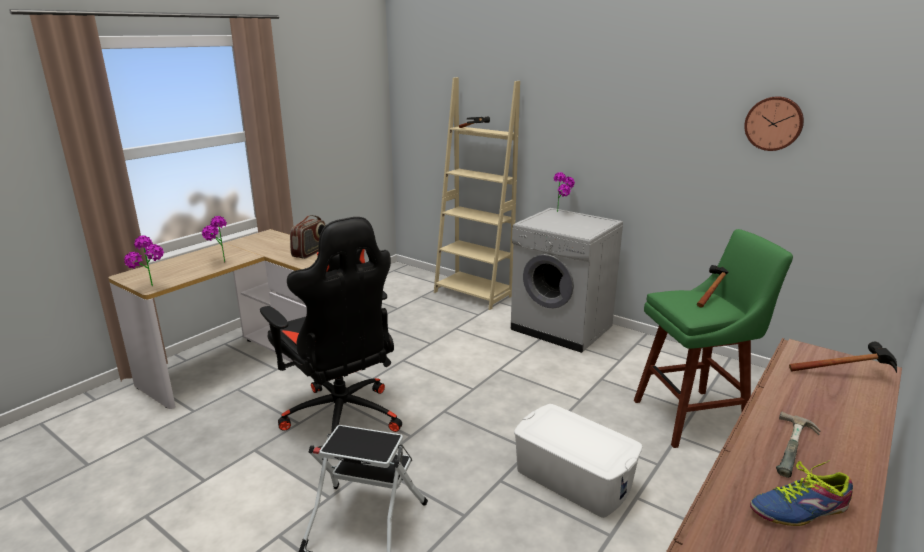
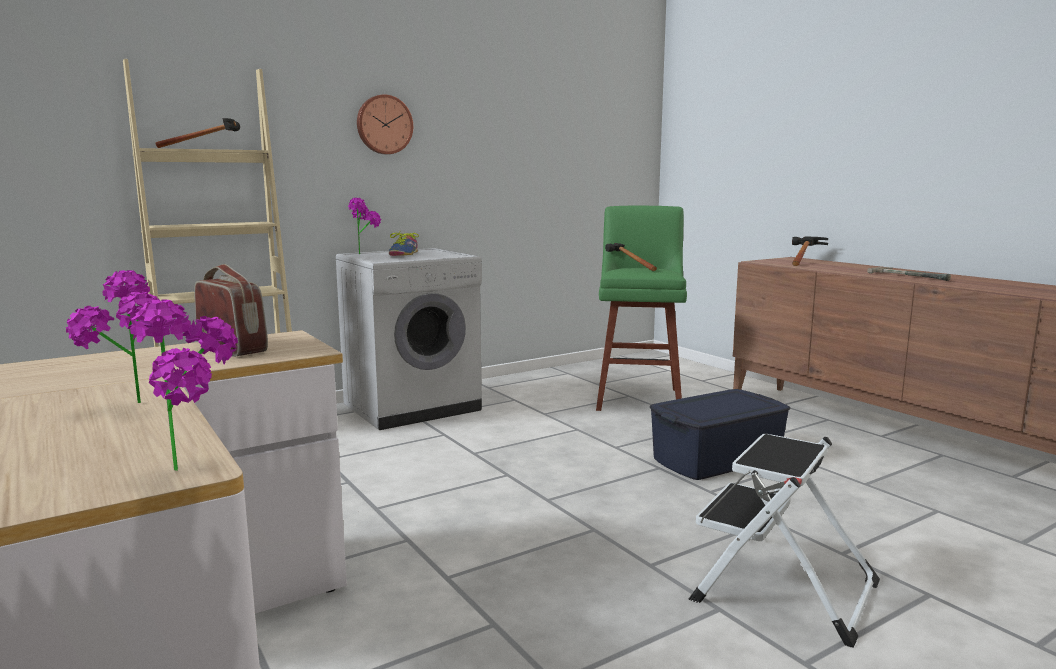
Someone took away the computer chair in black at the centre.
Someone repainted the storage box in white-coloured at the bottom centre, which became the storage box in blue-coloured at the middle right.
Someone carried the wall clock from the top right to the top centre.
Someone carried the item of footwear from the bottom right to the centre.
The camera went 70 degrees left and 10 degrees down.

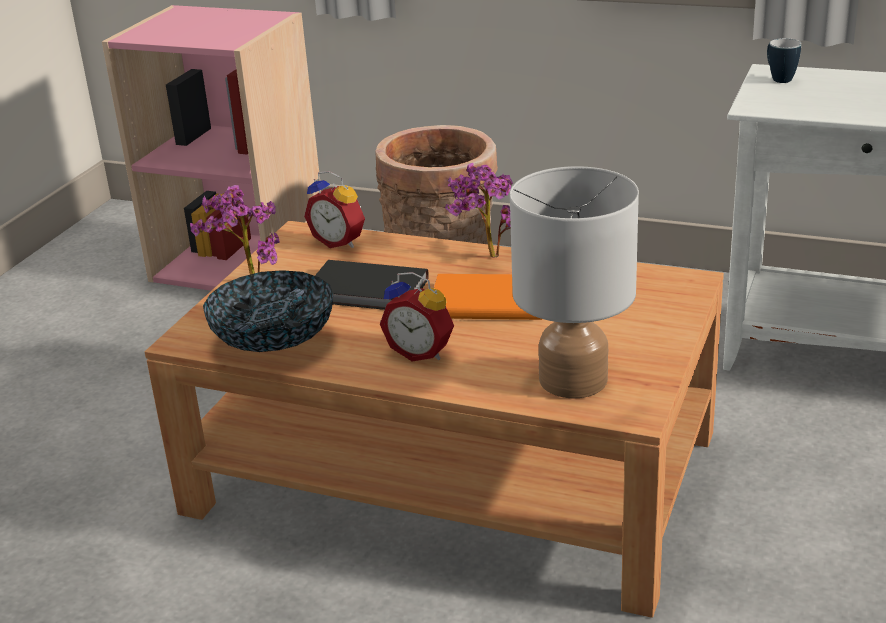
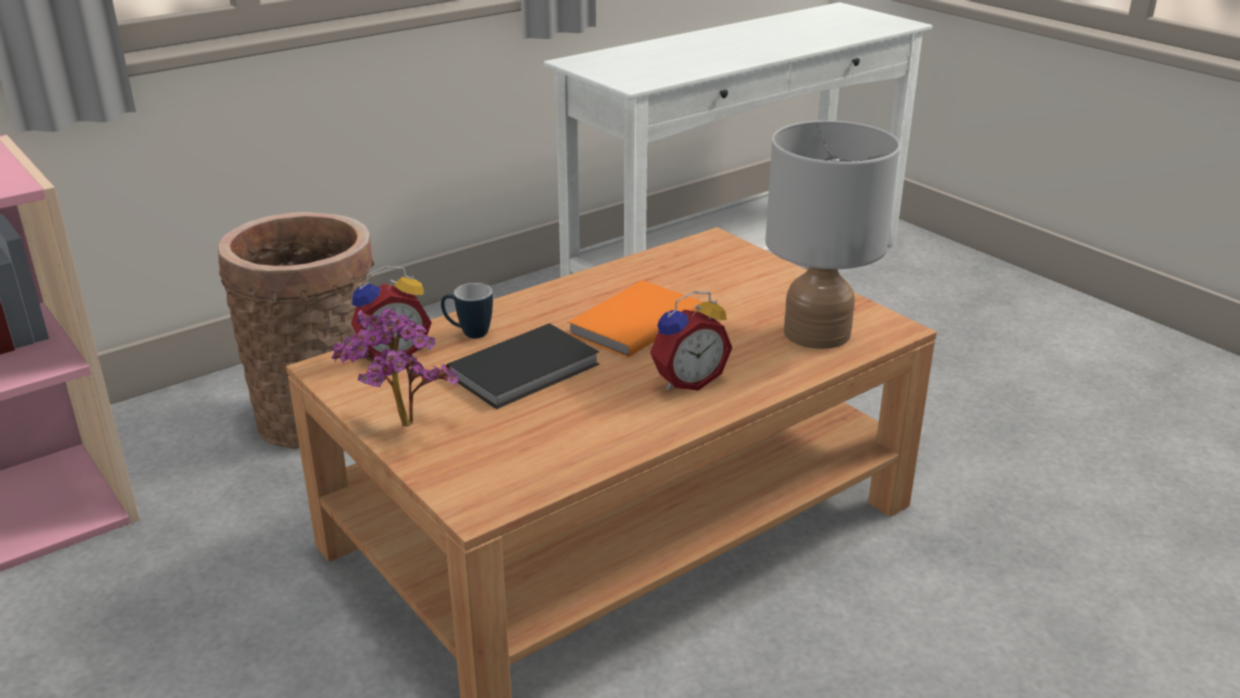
Someone took away the bowl at the middle left.
Someone took away the houseplant (no. 2 from left) at the centre.
Someone carried the tea mug from the top right to the centre.
The camera went 60 degrees left and 0 degrees up.

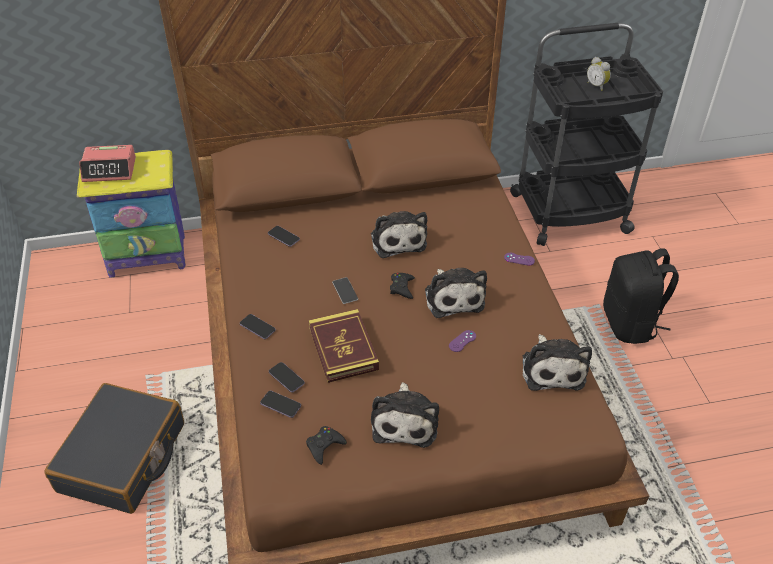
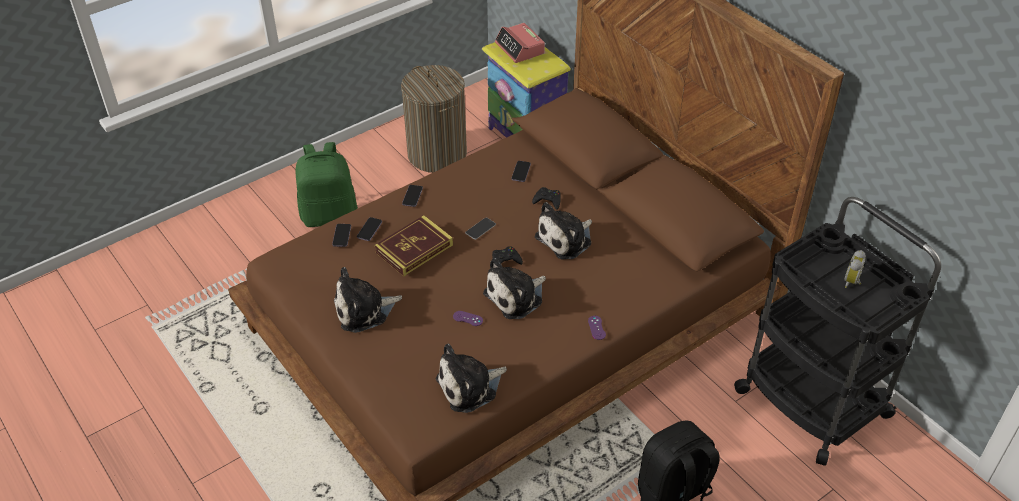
Someone swapped the piece of luggage in black at the bottom left for the rucksack in green-coloured at the middle left.
Someone carried the joypad in black (no. 1 from left in the first image) from the bottom centre to the centre.
Someone put down the hamper at the top centre.
The camera went 65 degrees right and 0 degrees up.

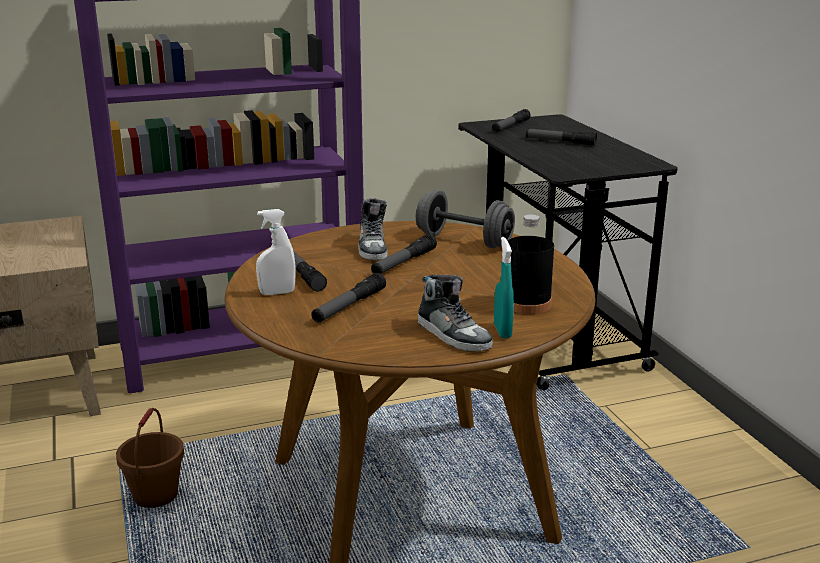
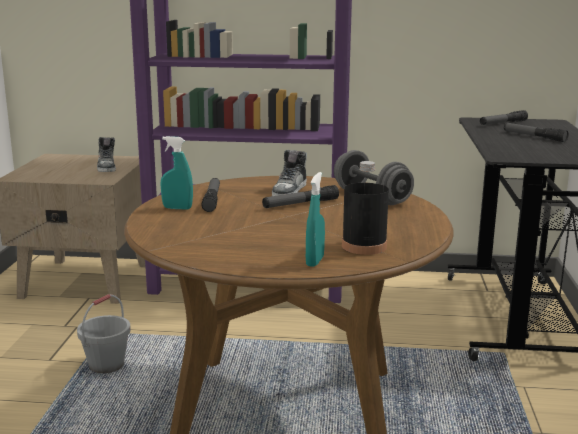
Someone repainted the pail in brownish at the bottom left, which became the pail in gray at the bottom left.
Someone repainted the hand sprayer in white-coloured at the centre, which became the hand sprayer in turquoise-coloured (no. 1 from left) at the middle left.
Someone took away the flashlight (no. 2 from left) at the centre.
Someone carried the item of footwear (no. 2 from left in the first image) from the centre to the middle left.
The camera went 25 degrees right and 5 degrees down.

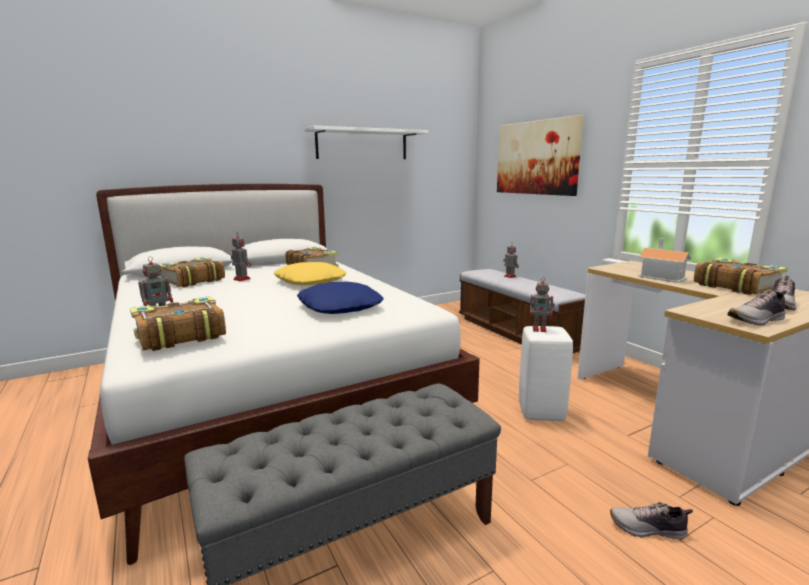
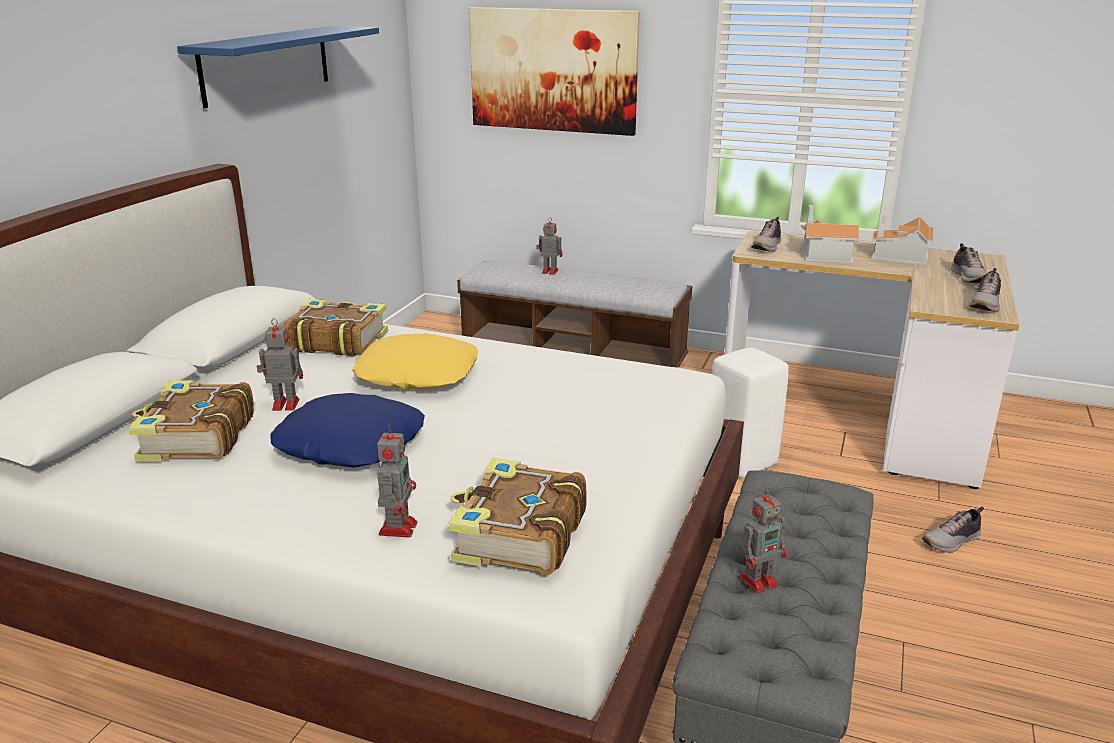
Someone carried the cushion in blue-coloured from the centre to the middle left.
Someone repainted the bracket shelf in white-coloured at the top centre, which became the bracket shelf in blue-coloured at the top left.
Someone carried the toy robot (no. 4 from left) from the middle right to the bottom right.
Someone swapped the book (no. 4 from left) at the middle right for the model house (no. 2 from left) at the top right.
Someone put down the item of footwear (no. 1 from left) at the top right.
The camera went 40 degrees left and 10 degrees up.

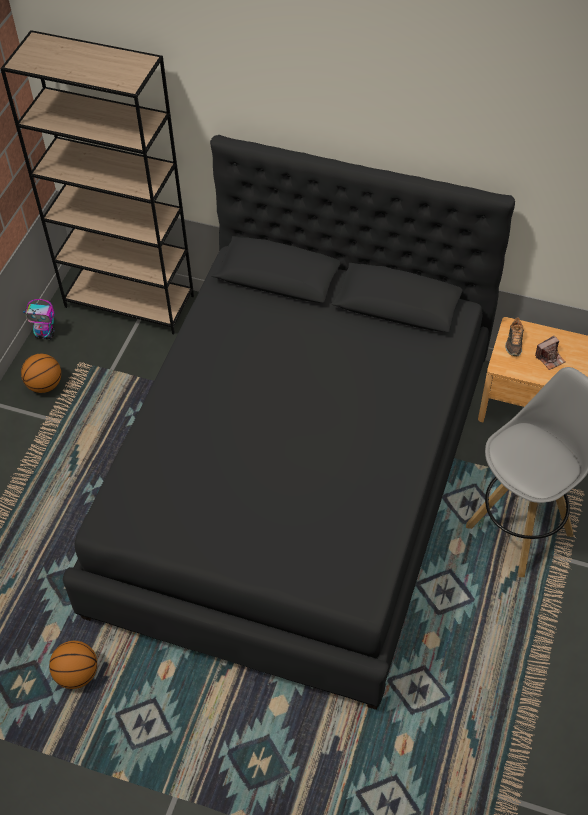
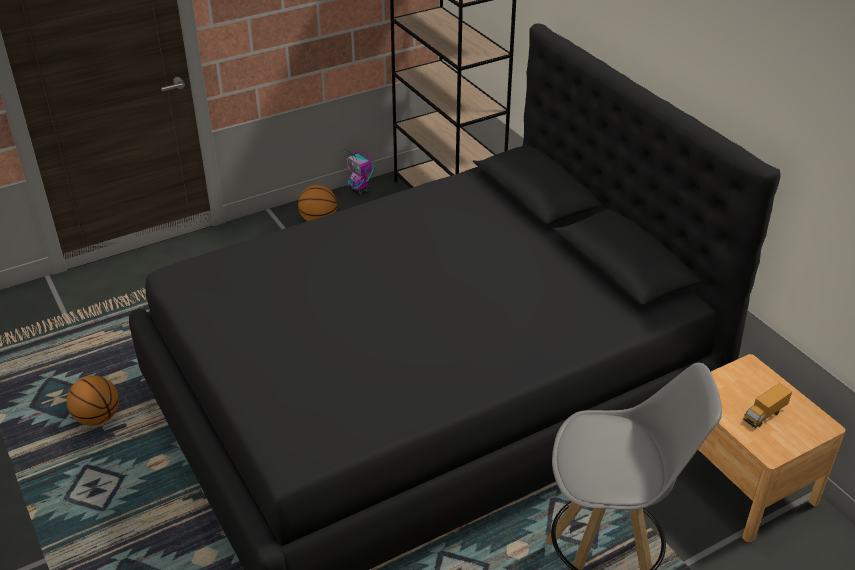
Someone took away the item of footwear at the middle right.
Someone swapped the still camera at the middle right for the model truck at the bottom right.
The camera went 40 degrees right and 15 degrees down.

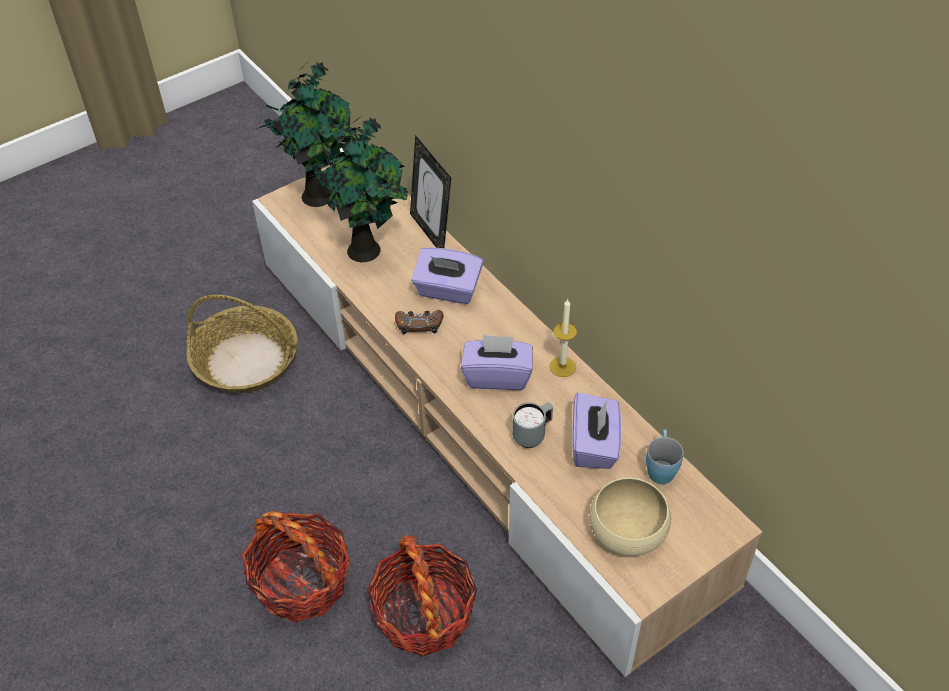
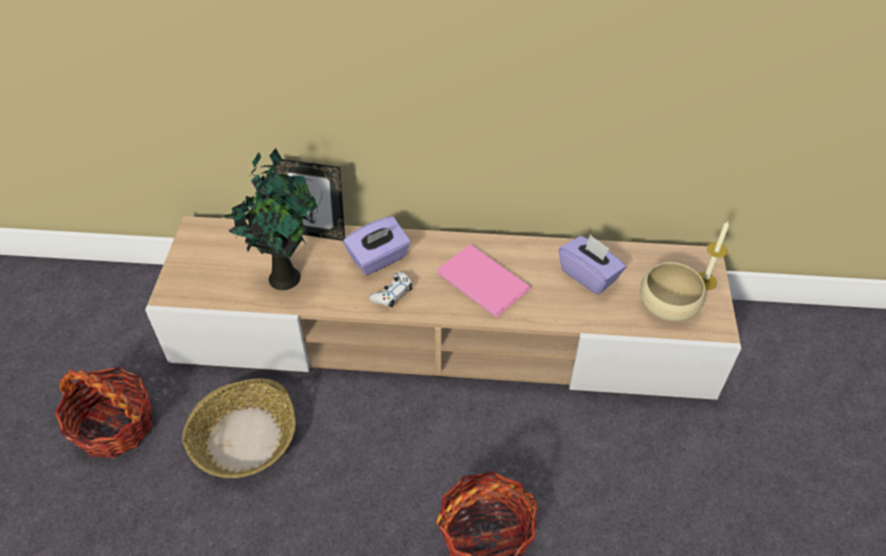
Someone took away the houseplant (no. 1 from left) at the top left.
Someone carried the storage basket (no. 3 from left in the first image) from the bottom centre to the bottom left.
Someone repainted the joypad in brownish at the centre, which became the joypad in white-coloured at the centre.
Someone swapped the tissue holder in purple (no. 2 from left) at the centre for the book in pinkish at the centre.
Someone took away the tea mug in gray at the centre.
Someone carried the wax light from the centre to the middle right.
Someone took away the tea mug in blue-coloured at the middle right.
The camera went 50 degrees left and 0 degrees up.

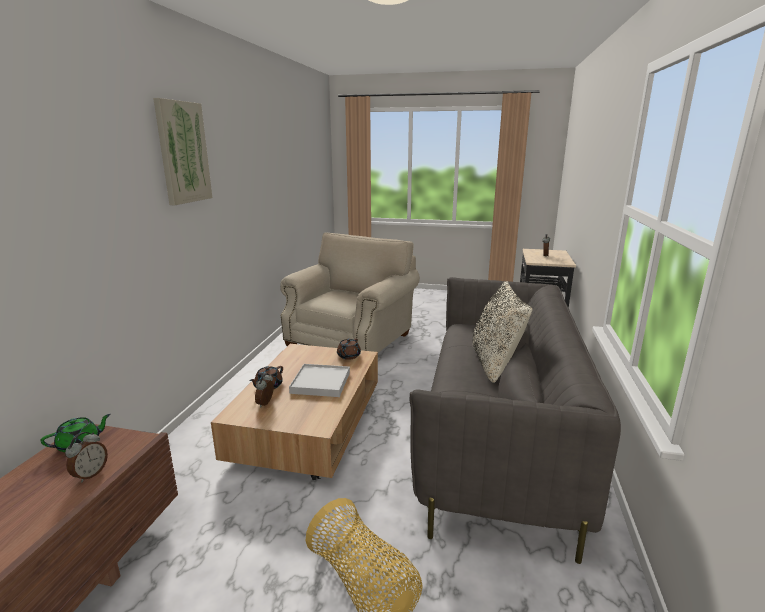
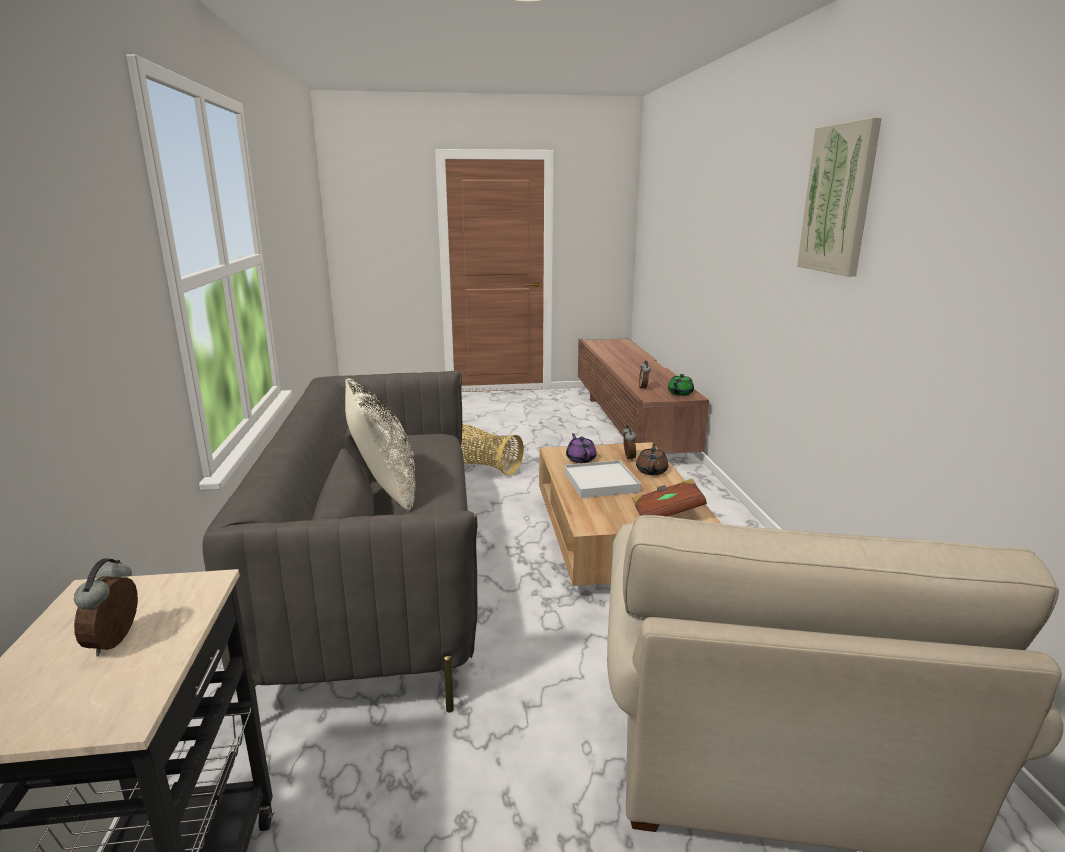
Someone took away the tea pot in brownish (no. 2 from left) at the centre.
Someone put down the tea pot in purple at the centre.
Someone put down the book in brownish at the centre.
The camera went 160 degrees right and 0 degrees up.

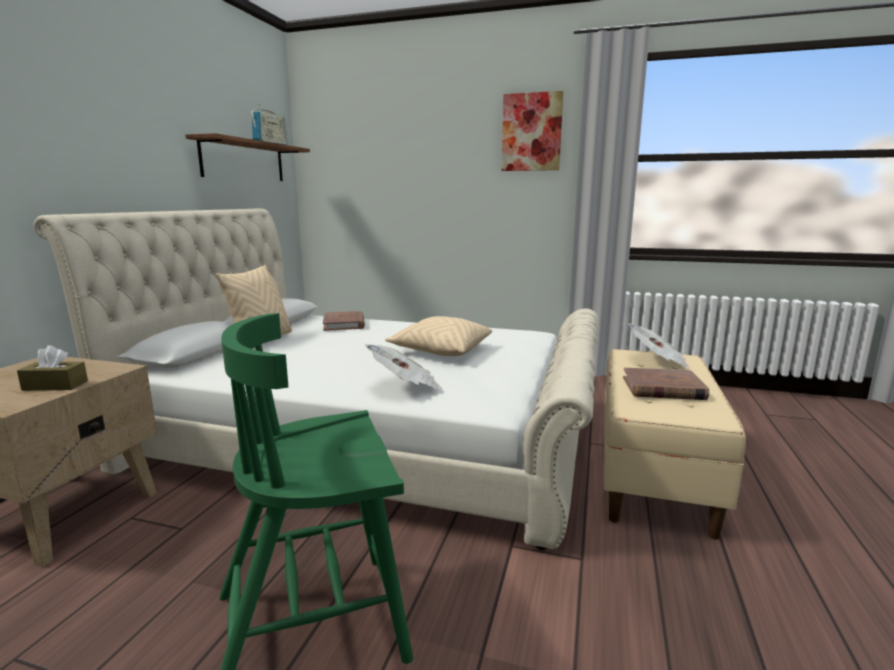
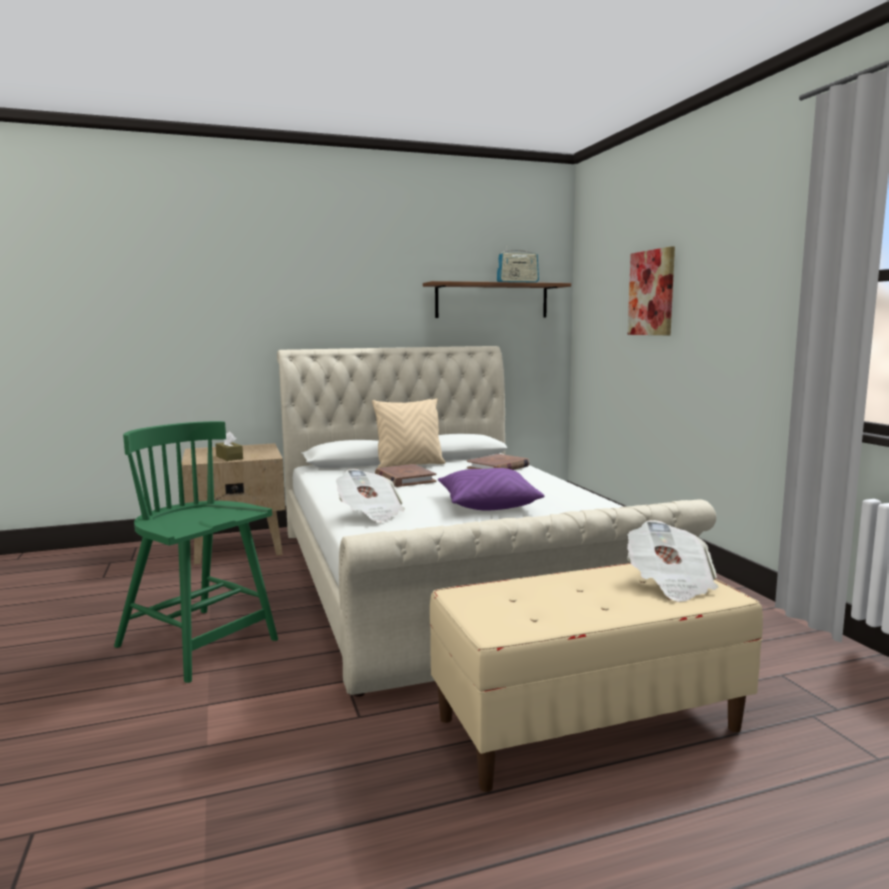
Someone repainted the cushion in beige (no. 2 from left) at the centre, which became the cushion in purple at the centre.
Someone carried the wall picture from the top centre to the top right.
Someone carried the book in brownish (no. 2 from left in the first image) from the middle right to the centre.
The camera went 55 degrees right and 5 degrees down.

